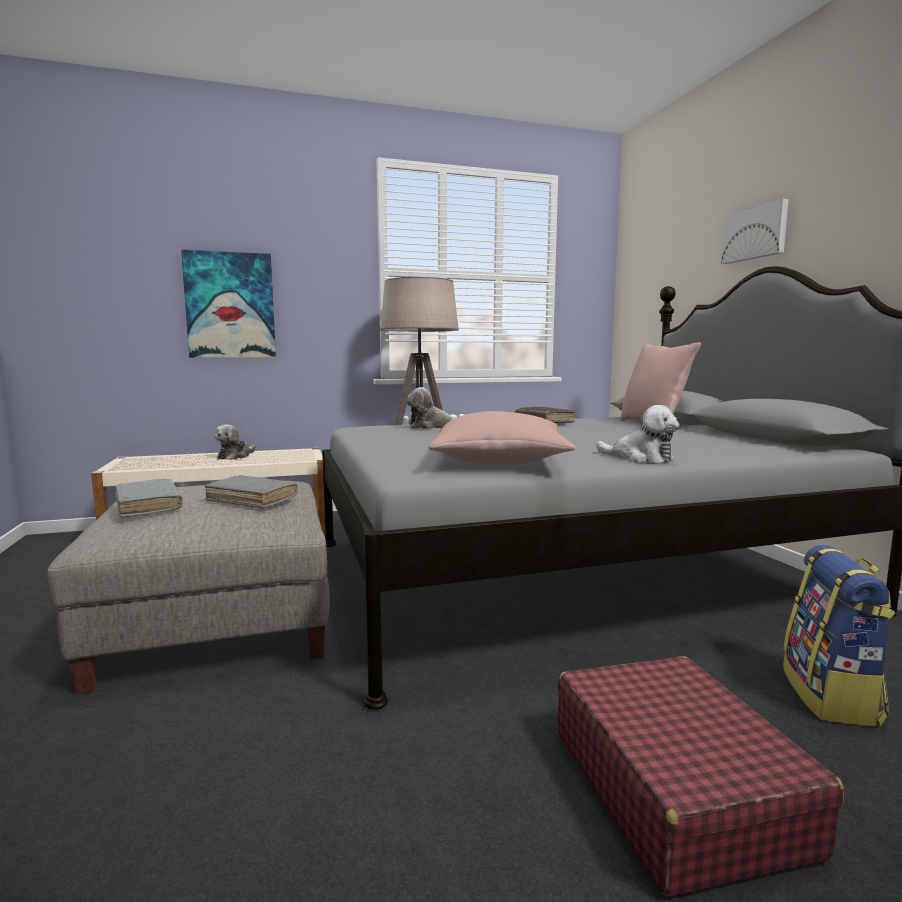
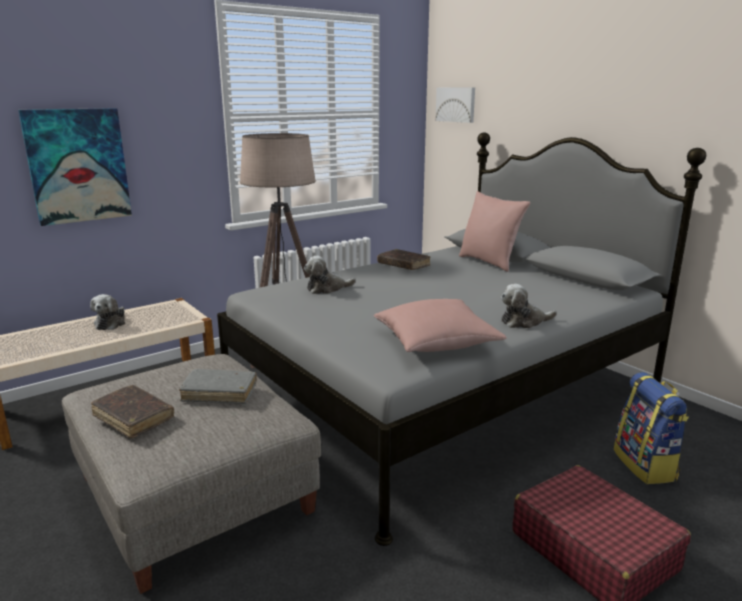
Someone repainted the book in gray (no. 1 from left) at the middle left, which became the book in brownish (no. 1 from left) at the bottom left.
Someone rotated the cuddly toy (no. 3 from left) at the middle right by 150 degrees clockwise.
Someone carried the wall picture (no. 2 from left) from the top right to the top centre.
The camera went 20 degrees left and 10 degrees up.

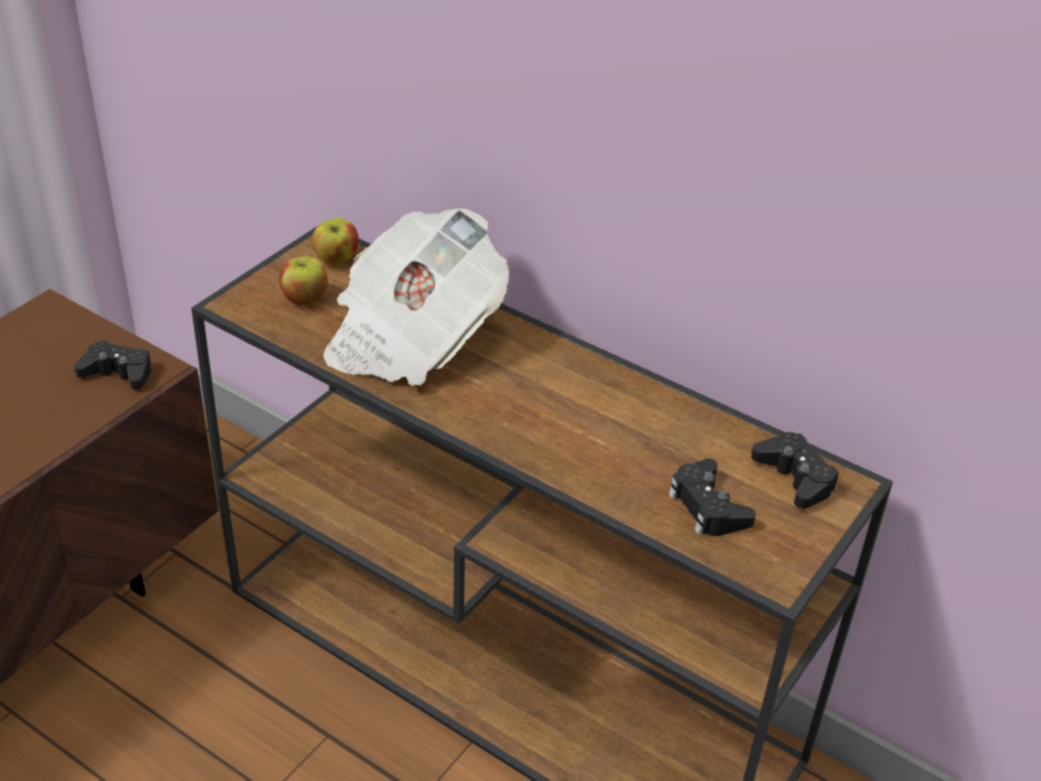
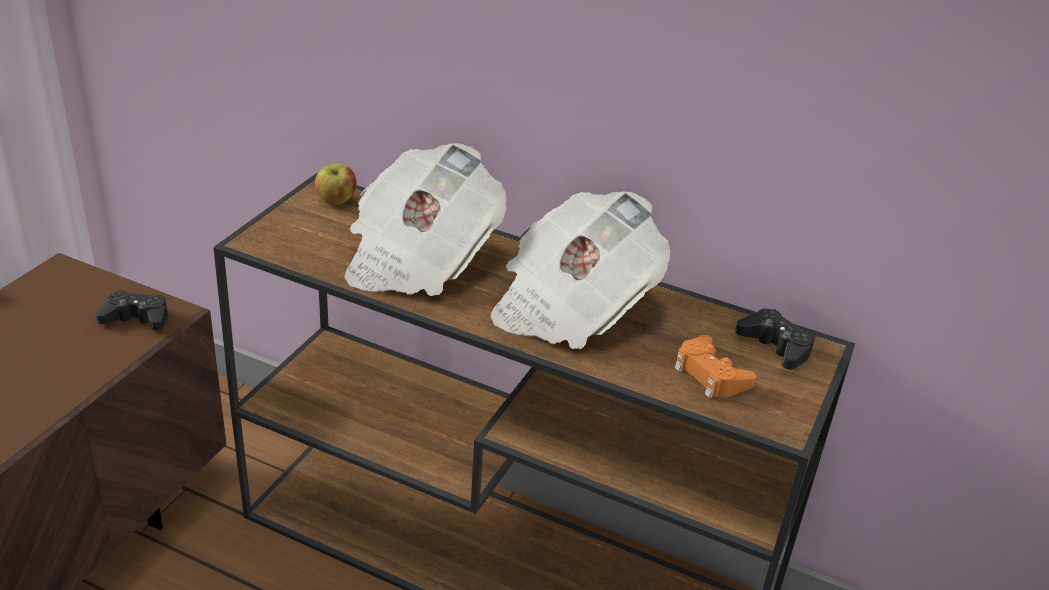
Someone took away the apple (no. 1 from left) at the middle left.
Someone repainted the joypad in black (no. 2 from left) at the middle right, which became the joypad in orange-coloured at the middle right.
Someone put down the newspaper (no. 2 from left) at the centre.
The camera went 10 degrees left and 5 degrees down.

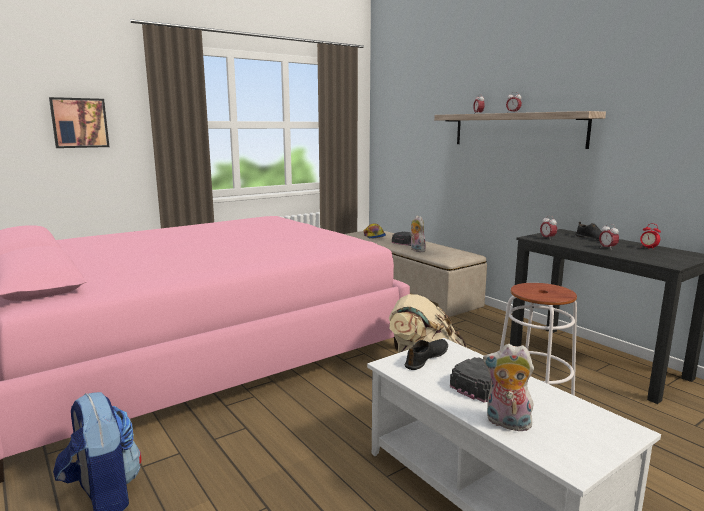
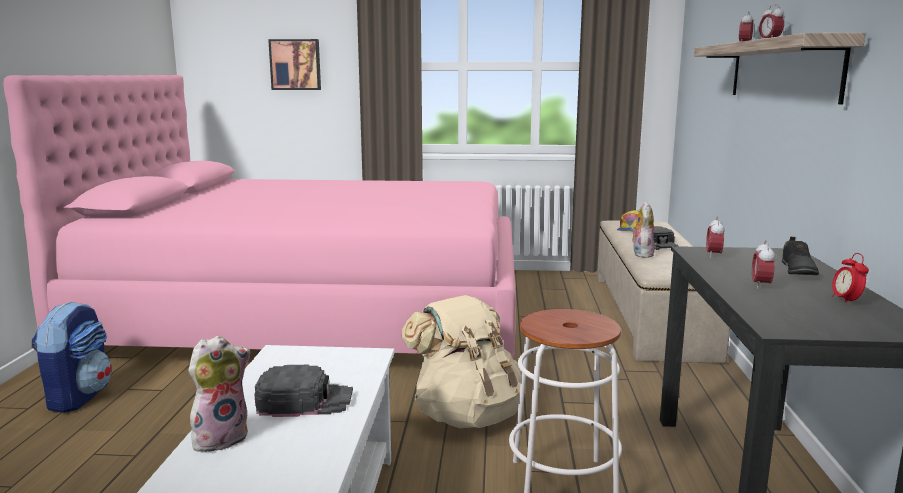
Someone took away the item of footwear in black (no. 1 from left) at the bottom centre.
Someone rotated the cuddly toy (no. 2 from left in the first image) at the bottom right by 75 degrees clockwise.
The camera went 40 degrees right and 0 degrees up.

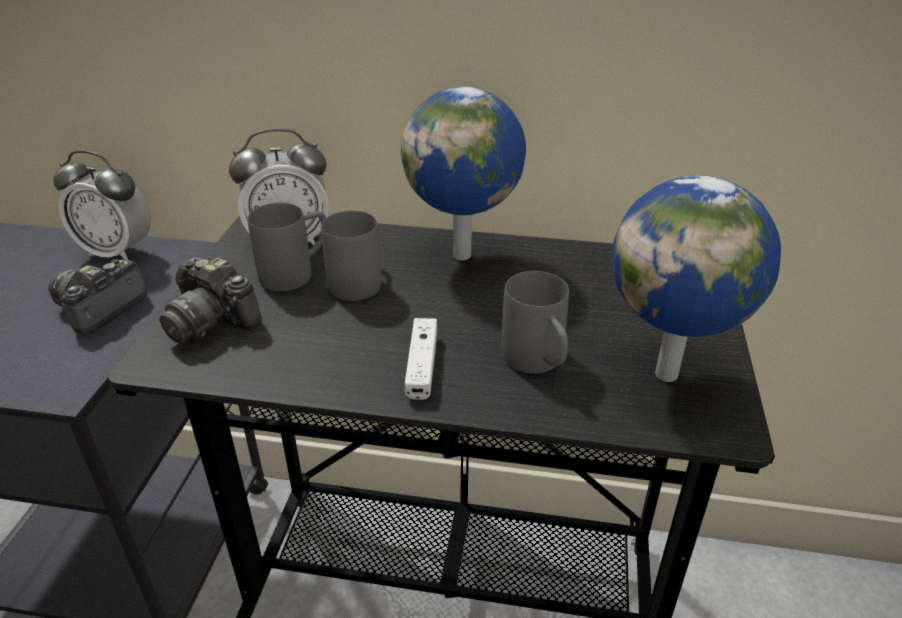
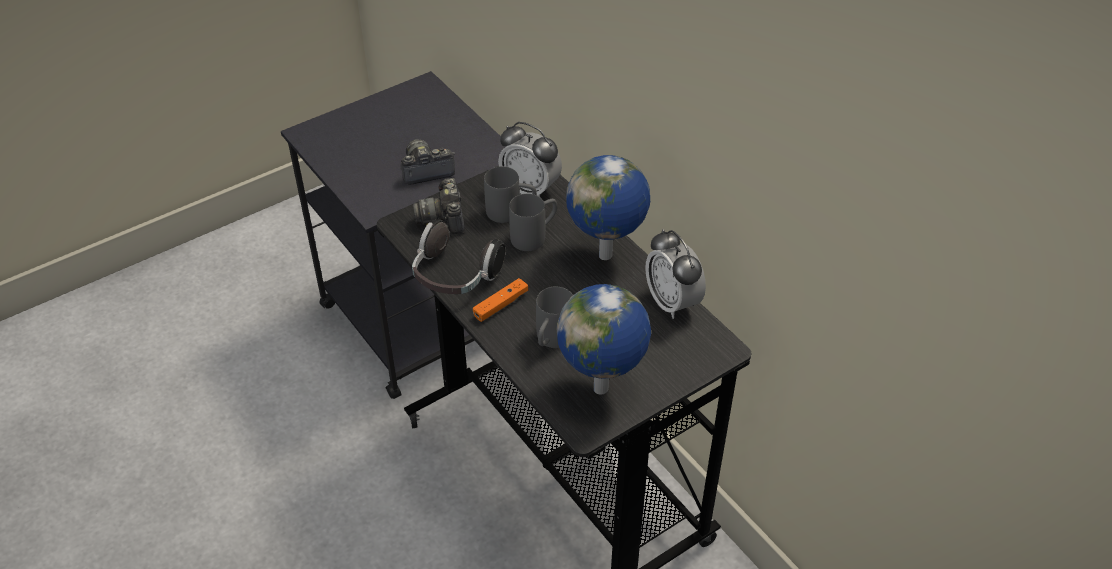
Someone carried the alarm clock (no. 1 from left in the first image) from the top left to the centre.
Someone repainted the joypad in white-coloured at the centre, which became the joypad in orange-coloured at the centre.
Someone put down the headset at the centre.
The camera went 45 degrees right and 10 degrees up.

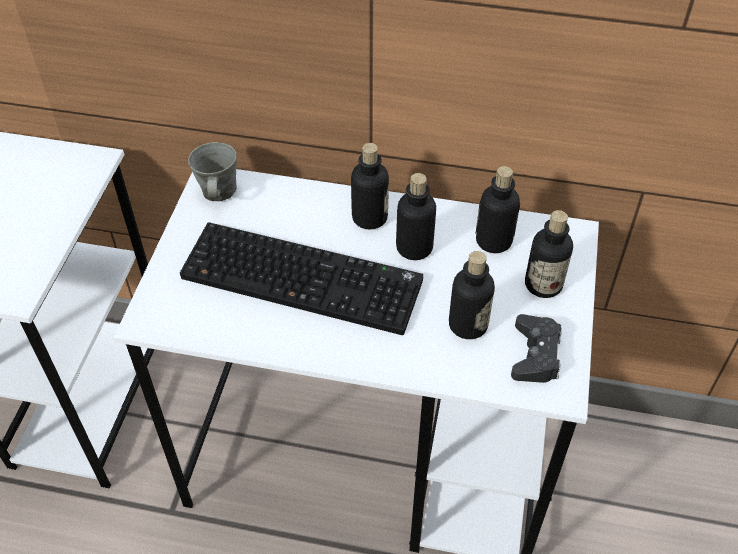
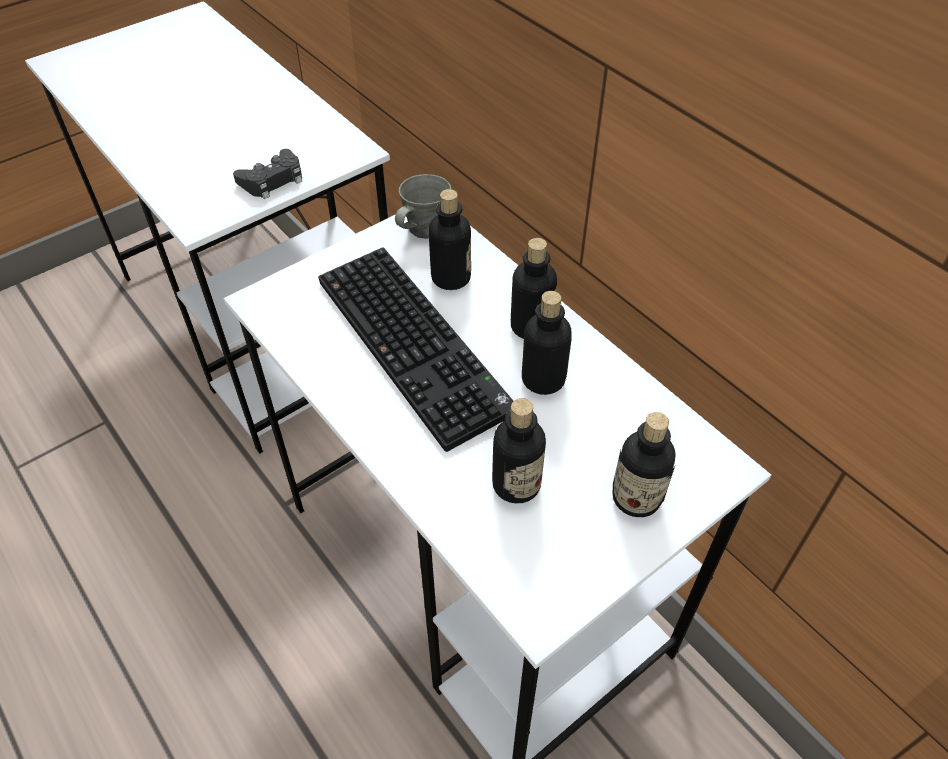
Someone carried the beverage bottle (no. 4 from left in the first image) from the middle right to the top centre.
Someone carried the joypad in black from the middle right to the top left.
The camera went 40 degrees right and 0 degrees up.

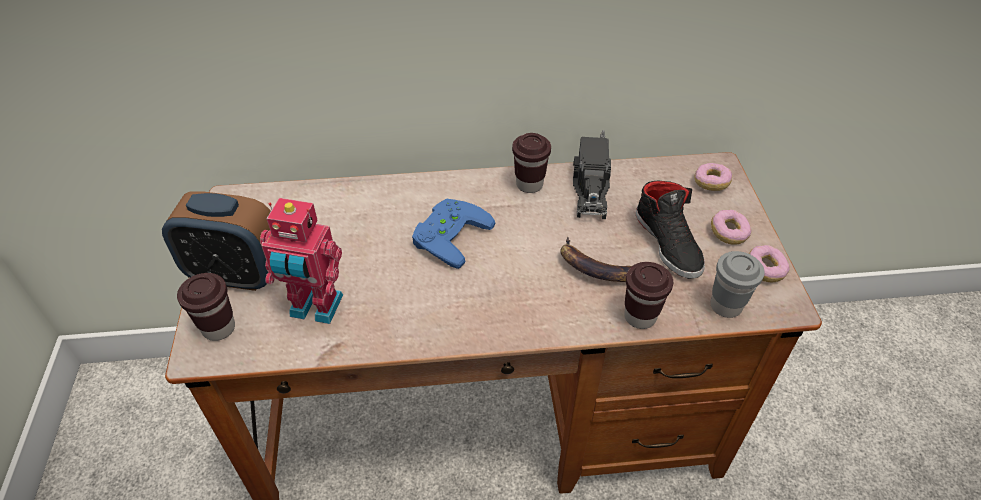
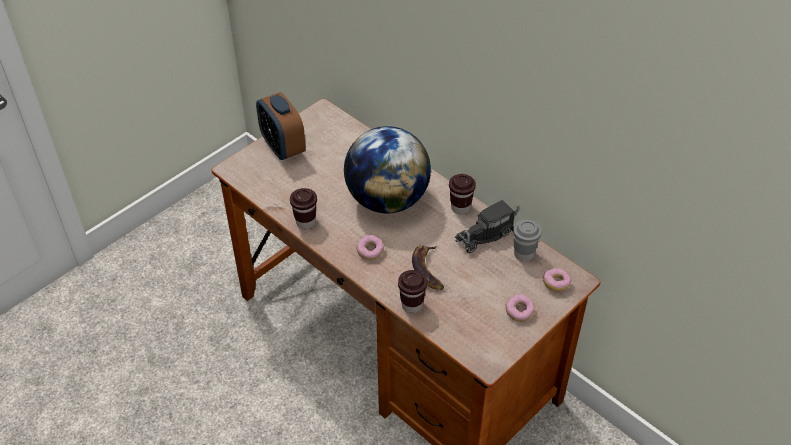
Someone carried the small cup in brownish (no. 1 from left) from the middle left to the centre.
Someone took away the toy robot at the middle left.
Someone swapped the joypad in blue-coloured at the centre for the desk globe at the centre.
Someone took away the item of footwear in black at the middle right.
Someone carried the small cup in gray from the middle right to the centre.
Someone carried the donut (no. 3 from left in the first image) from the middle right to the centre.
The camera went 50 degrees right and 0 degrees up.

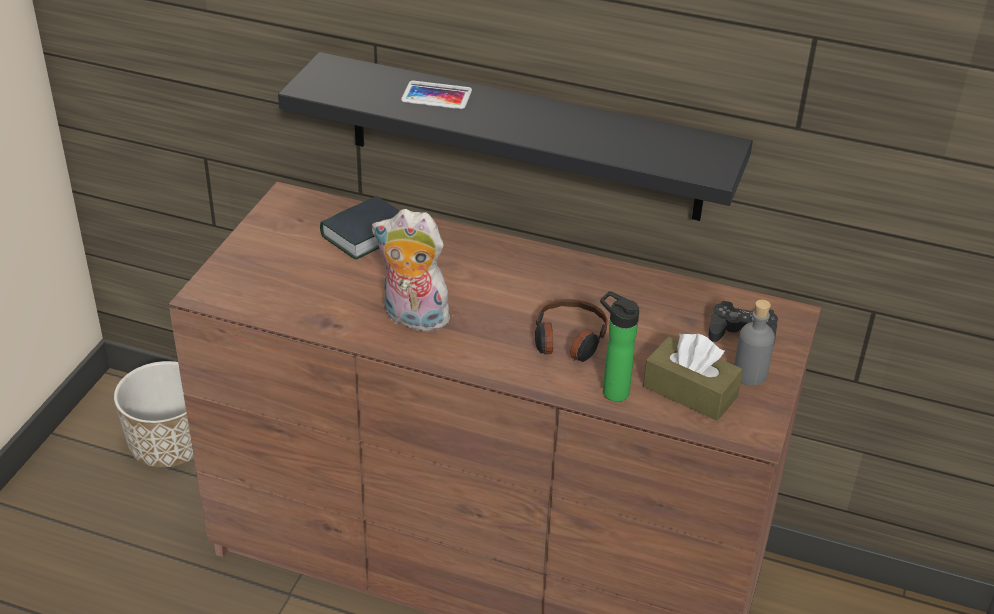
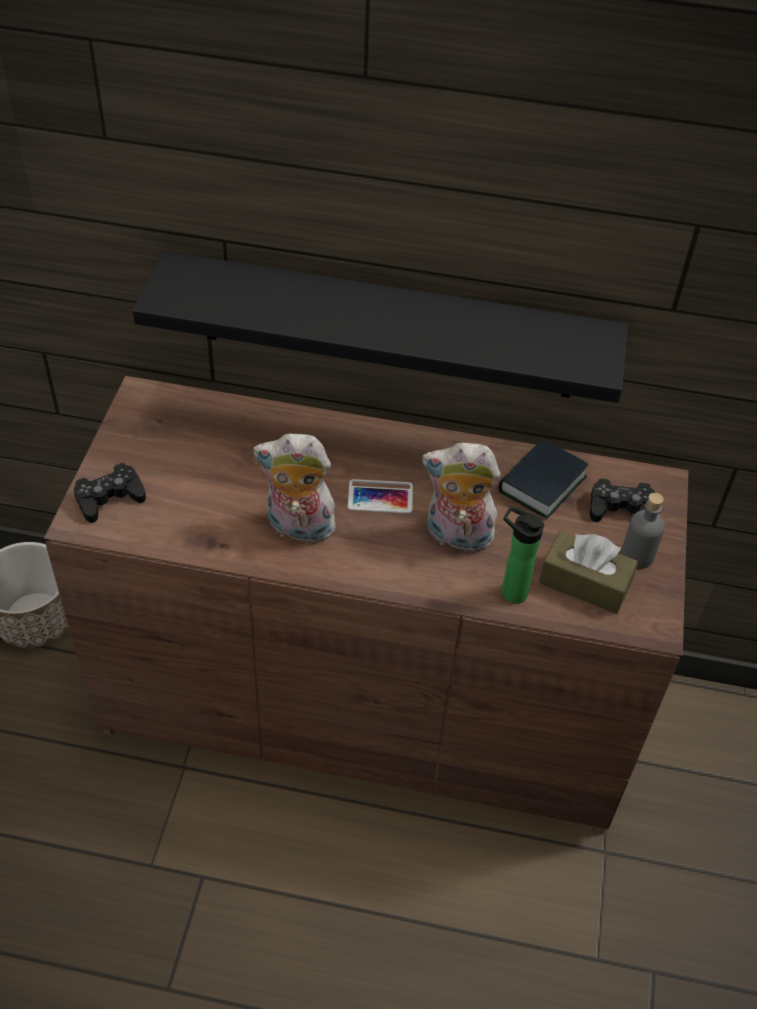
Someone carried the book from the centre to the middle right.
Someone carried the telephone from the top centre to the centre.
Someone swapped the headset at the centre for the cuddly toy (no. 2 from left) at the centre.
Someone put down the joypad in black (no. 1 from left) at the middle left.
The camera went 10 degrees left and 10 degrees up.

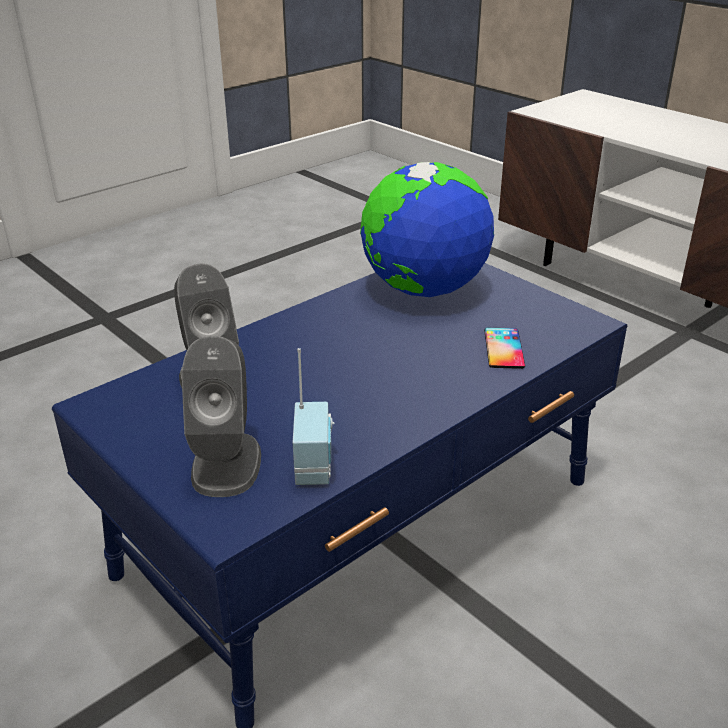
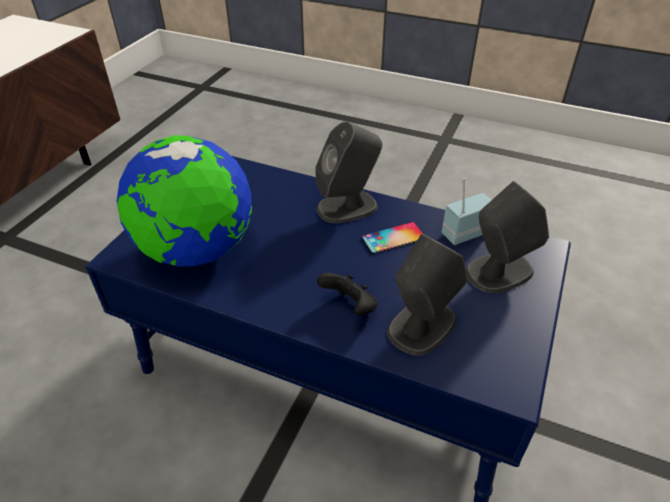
Someone carried the telephone from the middle right to the centre.
Someone put down the audio speaker in gray (no. 1 from left) at the centre.
Someone put down the joypad in black at the centre.
The camera went 115 degrees left and 10 degrees up.

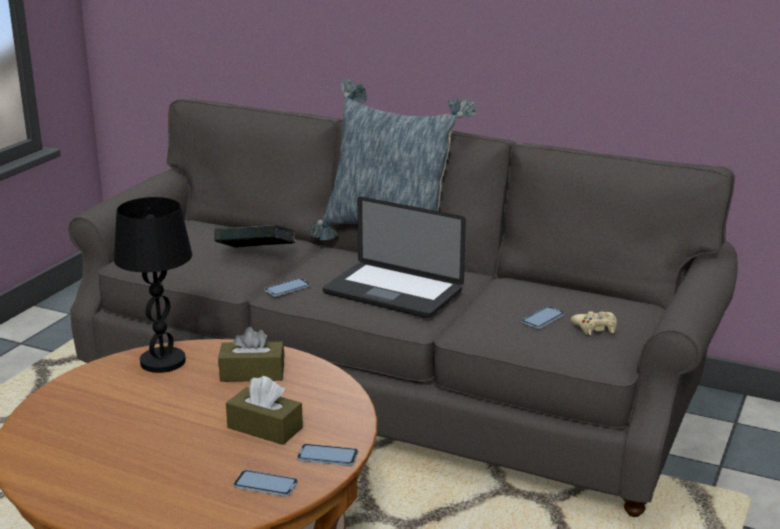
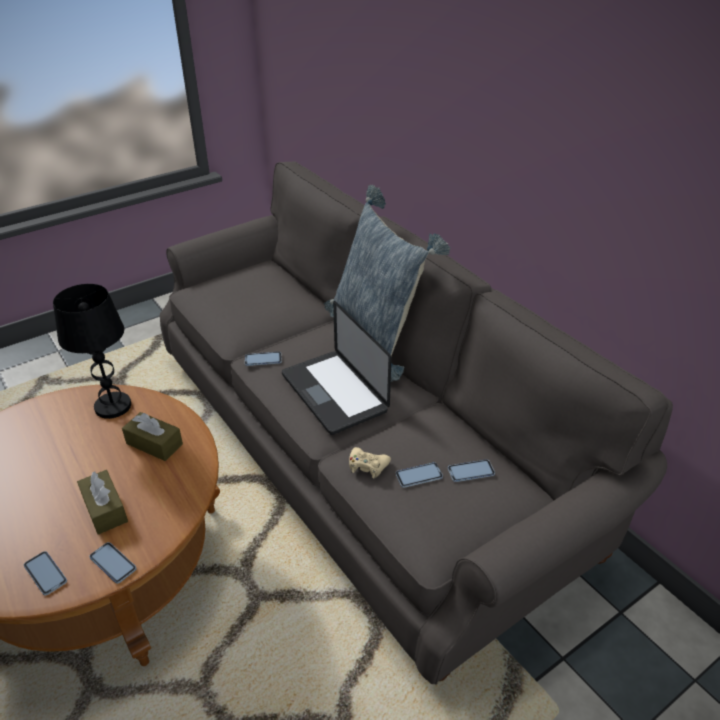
Someone took away the book at the middle left.
Someone carried the joypad in beige from the middle right to the centre.
Someone put down the telephone (no. 5 from left) at the centre.
The camera went 30 degrees right and 15 degrees up.

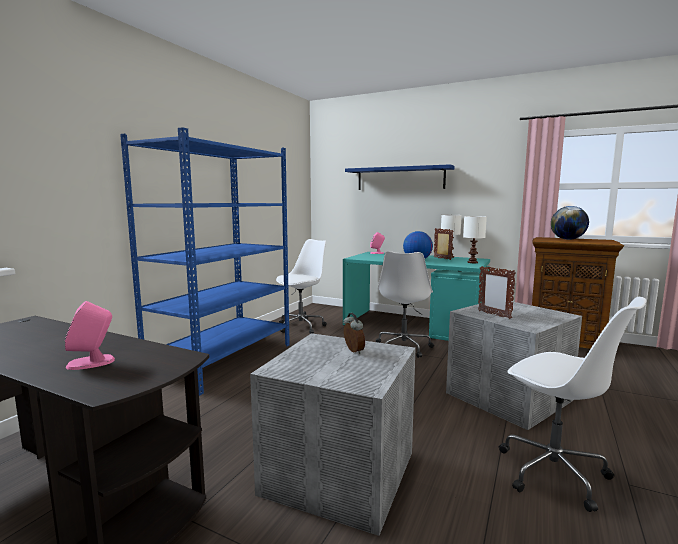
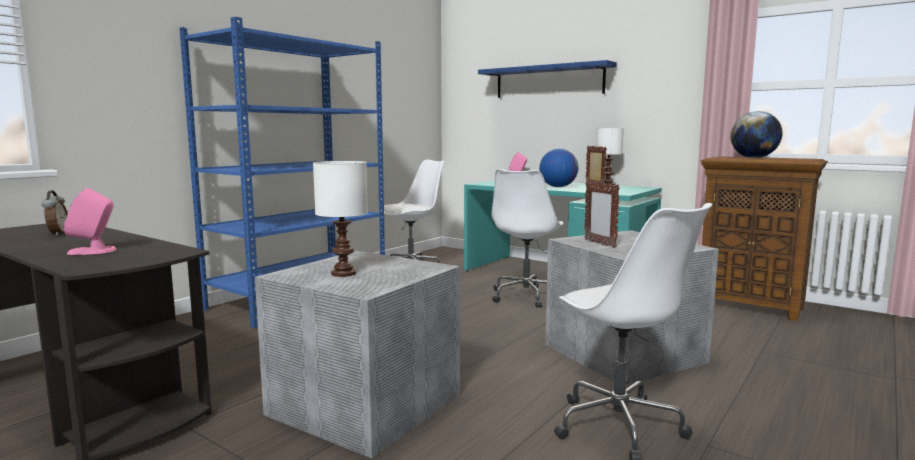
Someone carried the alarm clock from the centre to the middle left.
Someone carried the lamp for a table in white-coloured (no. 2 from left in the first image) from the middle right to the centre.
The camera went 10 degrees right and 0 degrees up.

